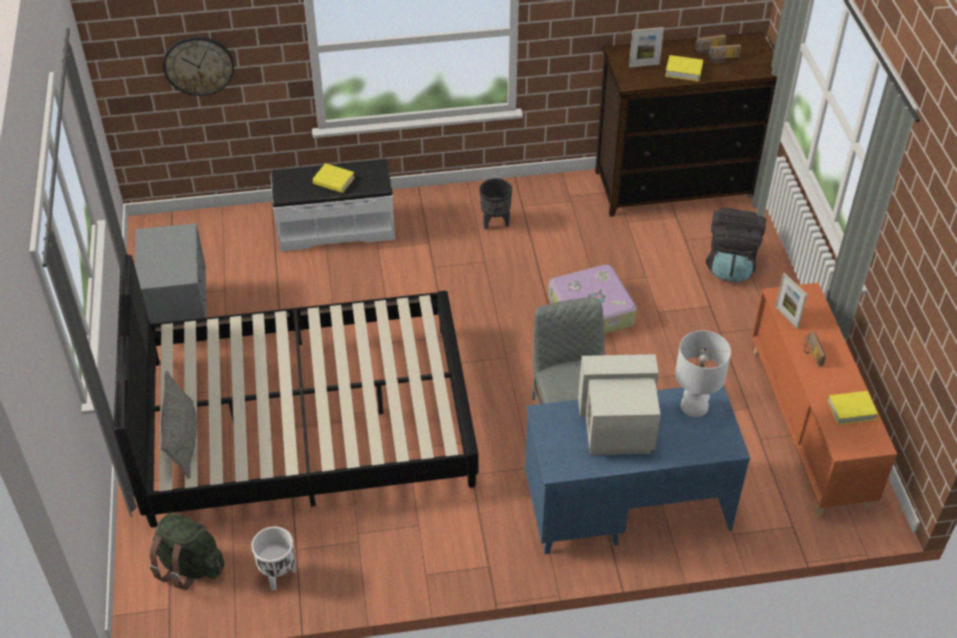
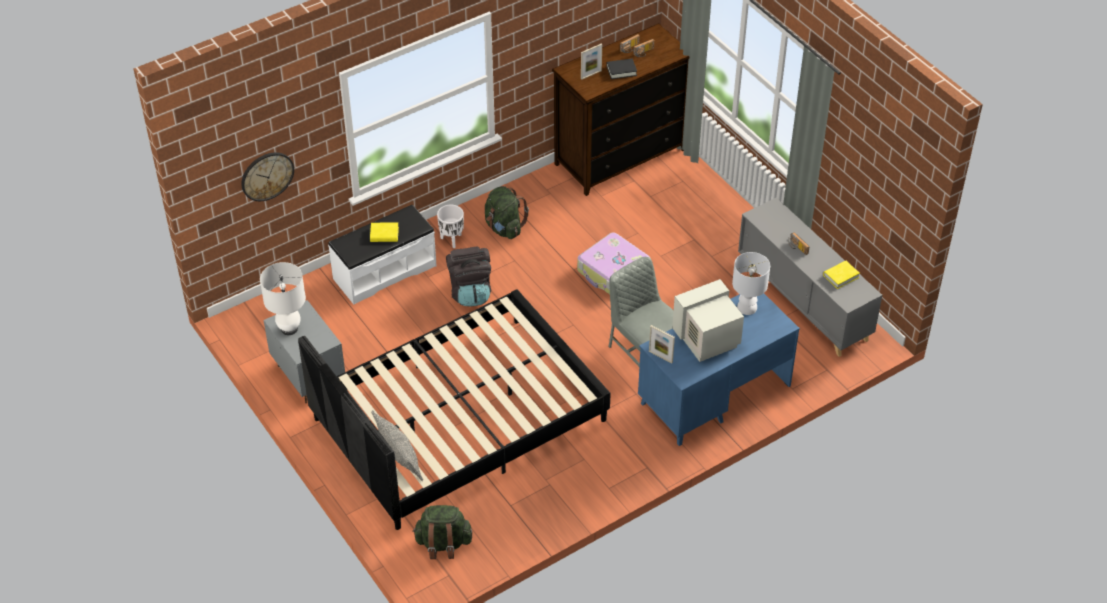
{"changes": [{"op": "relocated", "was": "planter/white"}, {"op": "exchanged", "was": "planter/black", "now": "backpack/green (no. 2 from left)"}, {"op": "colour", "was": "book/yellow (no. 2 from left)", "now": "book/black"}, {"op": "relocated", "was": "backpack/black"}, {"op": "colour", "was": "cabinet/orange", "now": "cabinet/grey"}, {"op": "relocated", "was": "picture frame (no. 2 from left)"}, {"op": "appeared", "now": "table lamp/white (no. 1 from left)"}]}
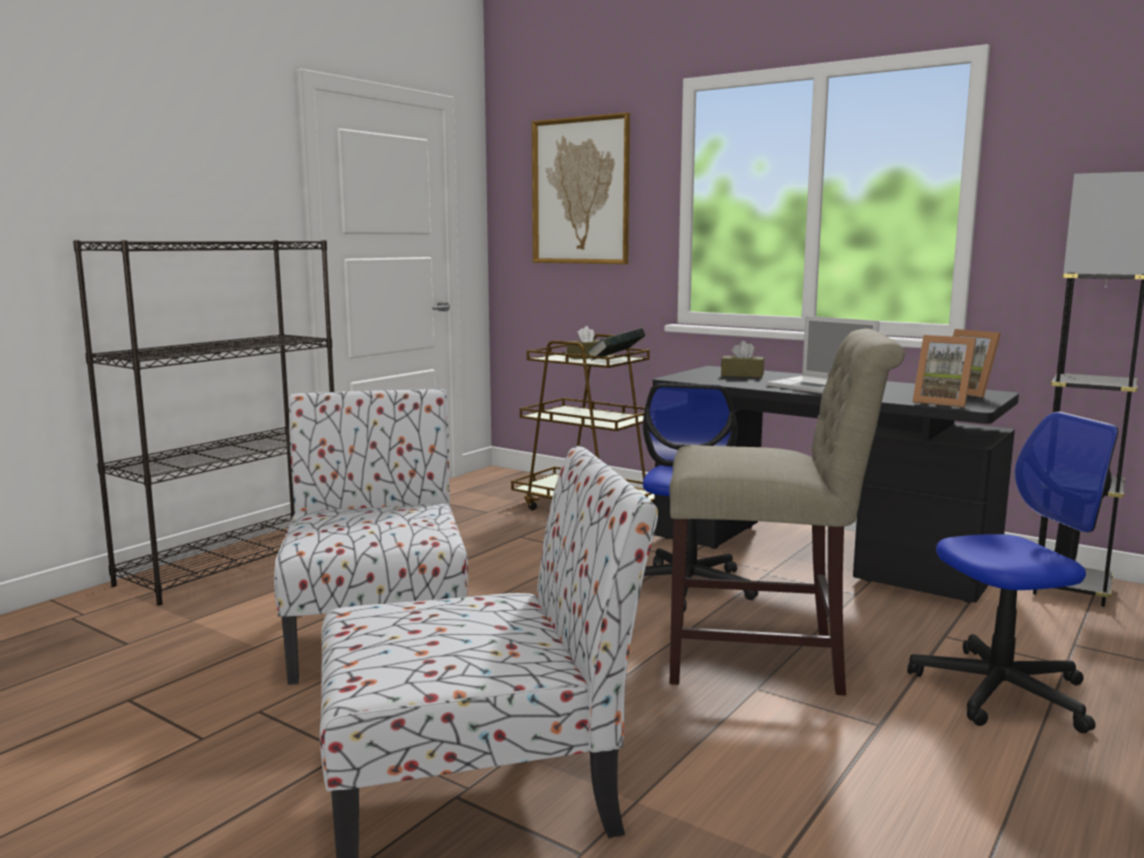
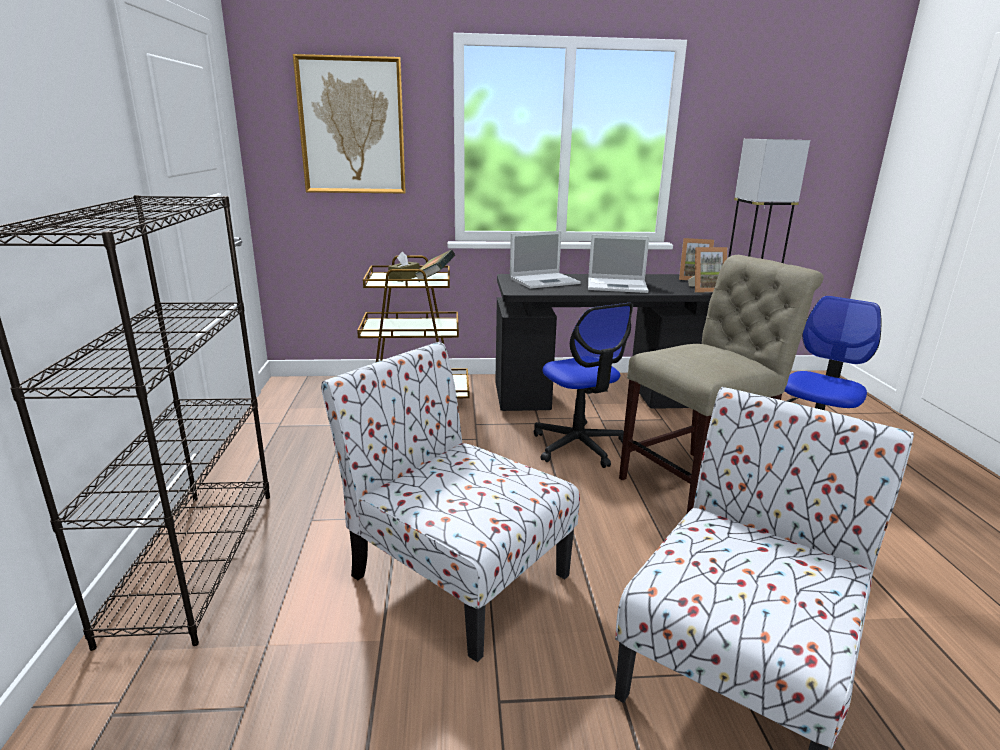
{"changes": [{"op": "exchanged", "was": "tissue box/brown (no. 2 from left)", "now": "laptop (no. 1 from left)"}]}
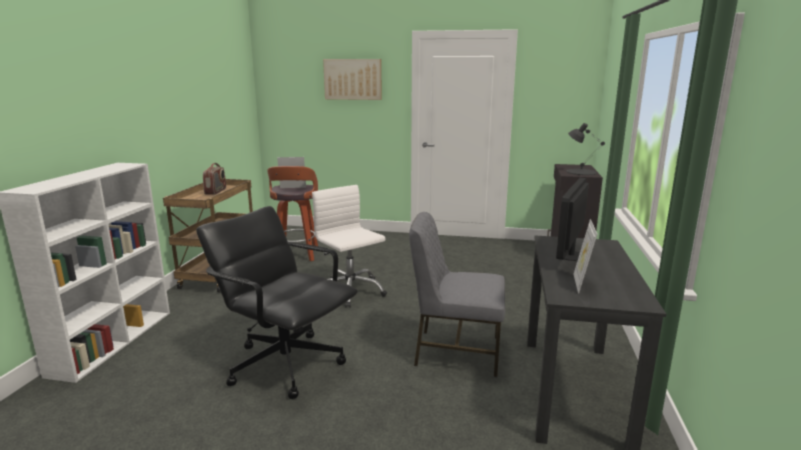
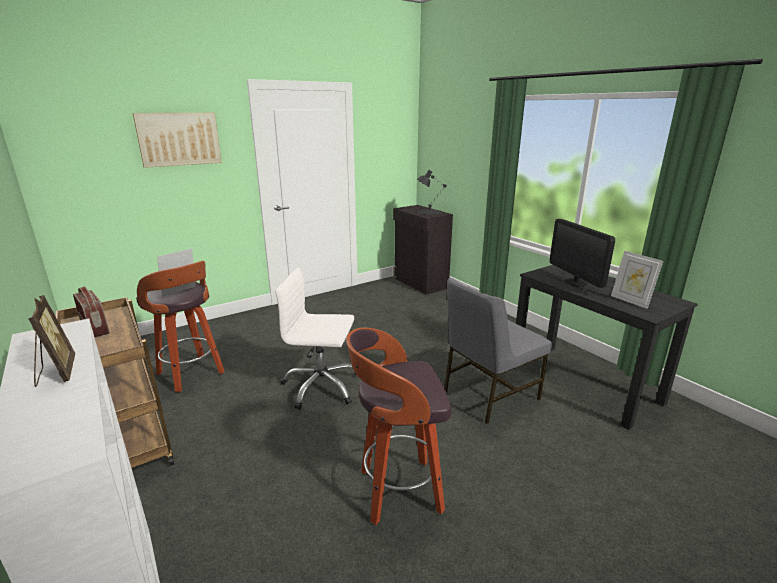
{"changes": [{"op": "exchanged", "was": "office chair/black", "now": "stool (no. 2 from left)"}, {"op": "appeared", "now": "picture frame (no. 1 from left)"}]}
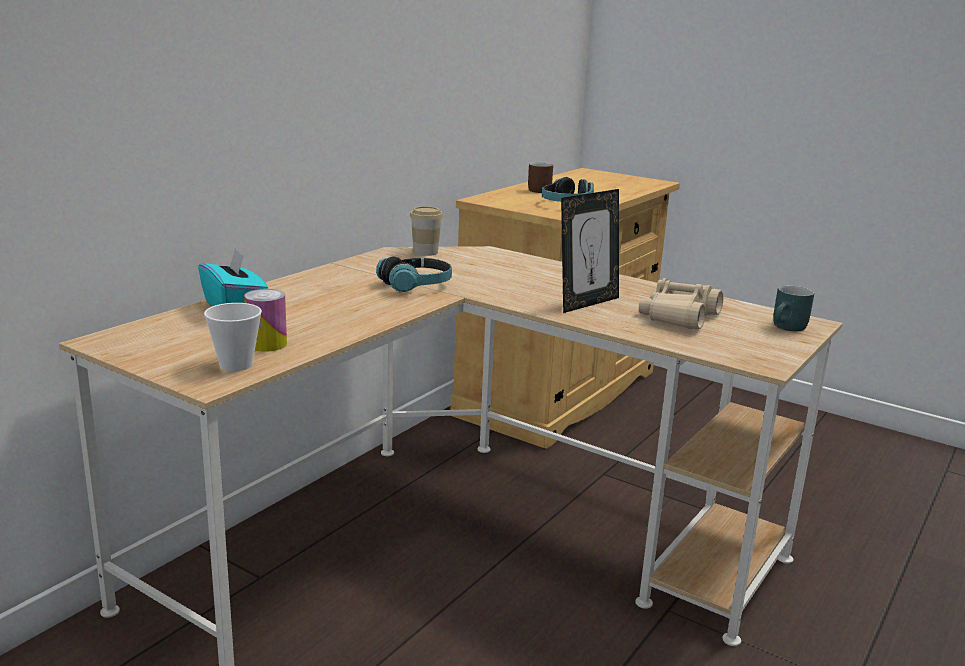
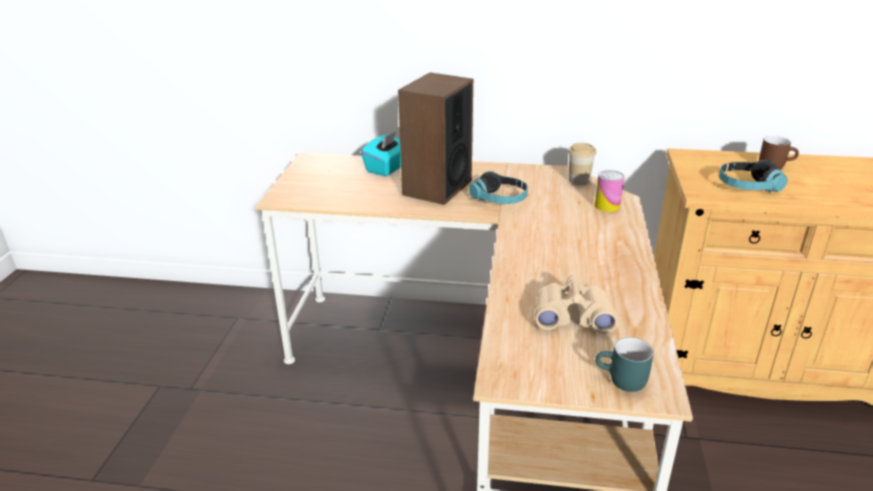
{"changes": [{"op": "missing", "was": "cup (no. 1 from left)"}, {"op": "relocated", "was": "can"}, {"op": "missing", "was": "picture frame"}, {"op": "appeared", "now": "speaker"}]}
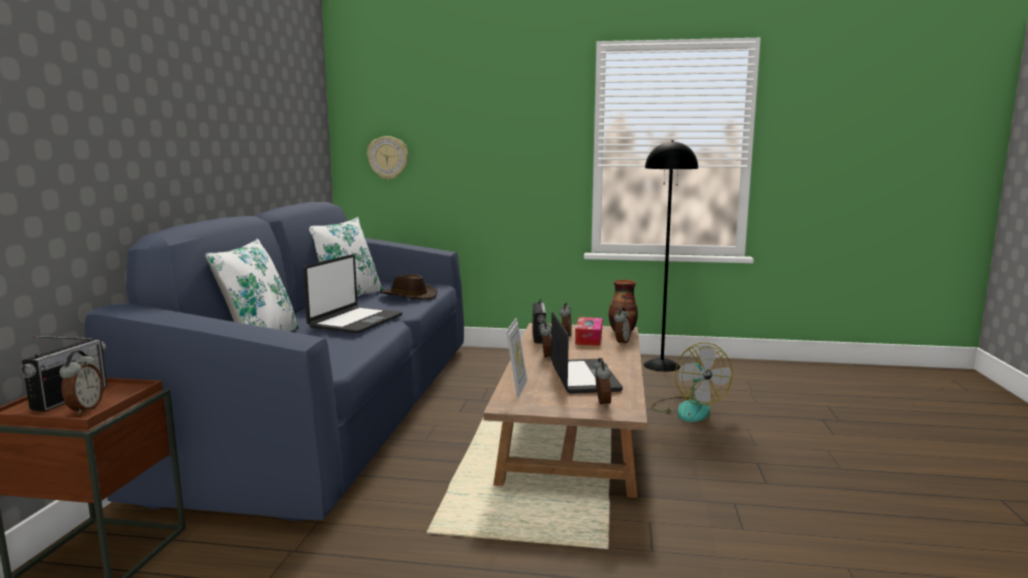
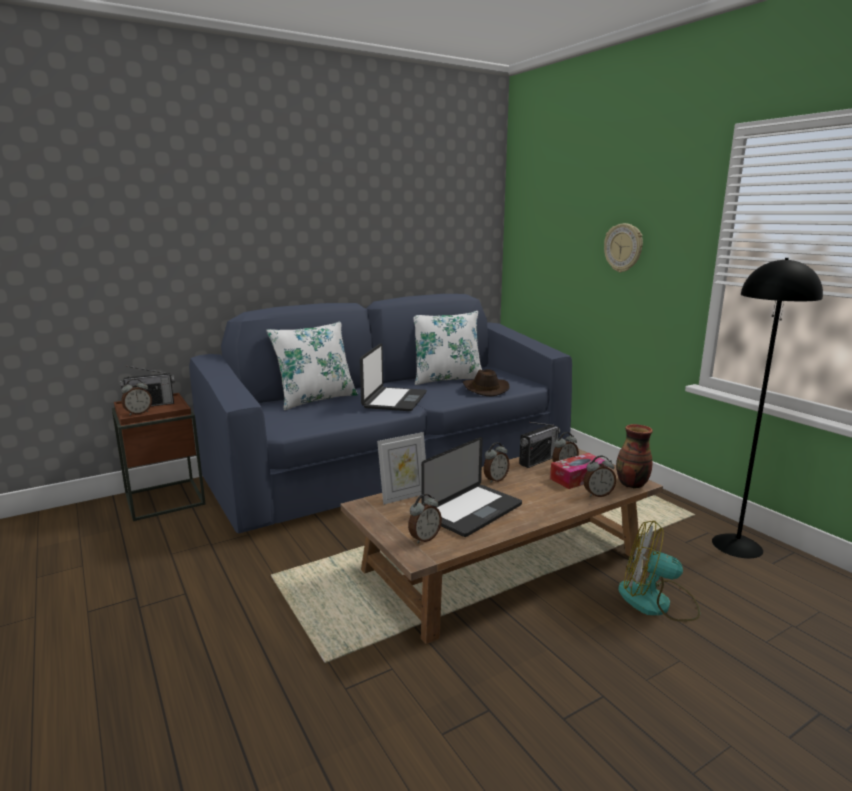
{"changes": [{"op": "spun", "was": "laptop (no. 1 from left)", "clockwise": -60}, {"op": "relocated", "was": "wall clock"}, {"op": "spun", "was": "fan", "clockwise": 75}]}
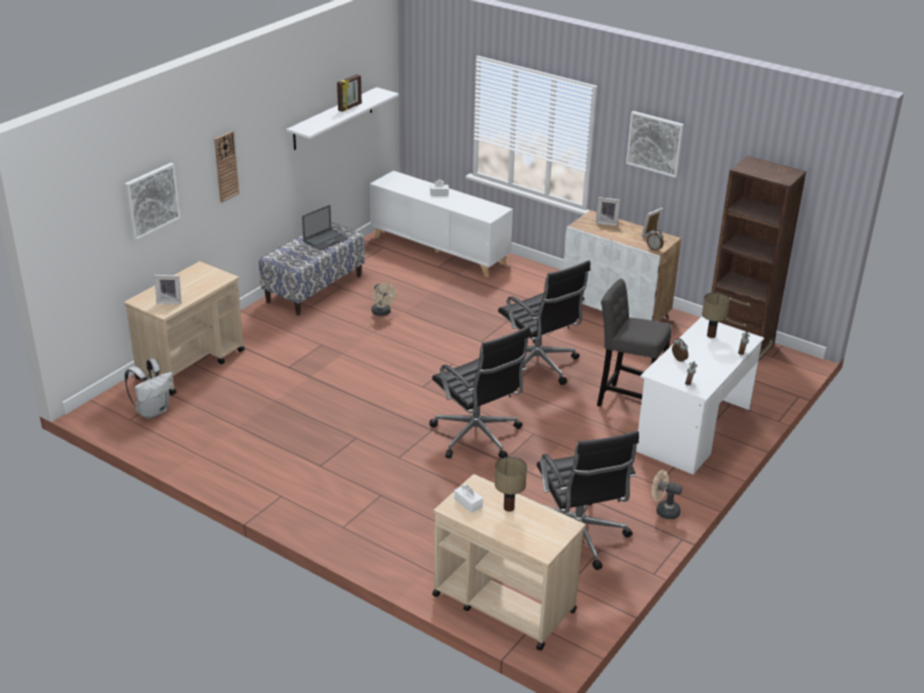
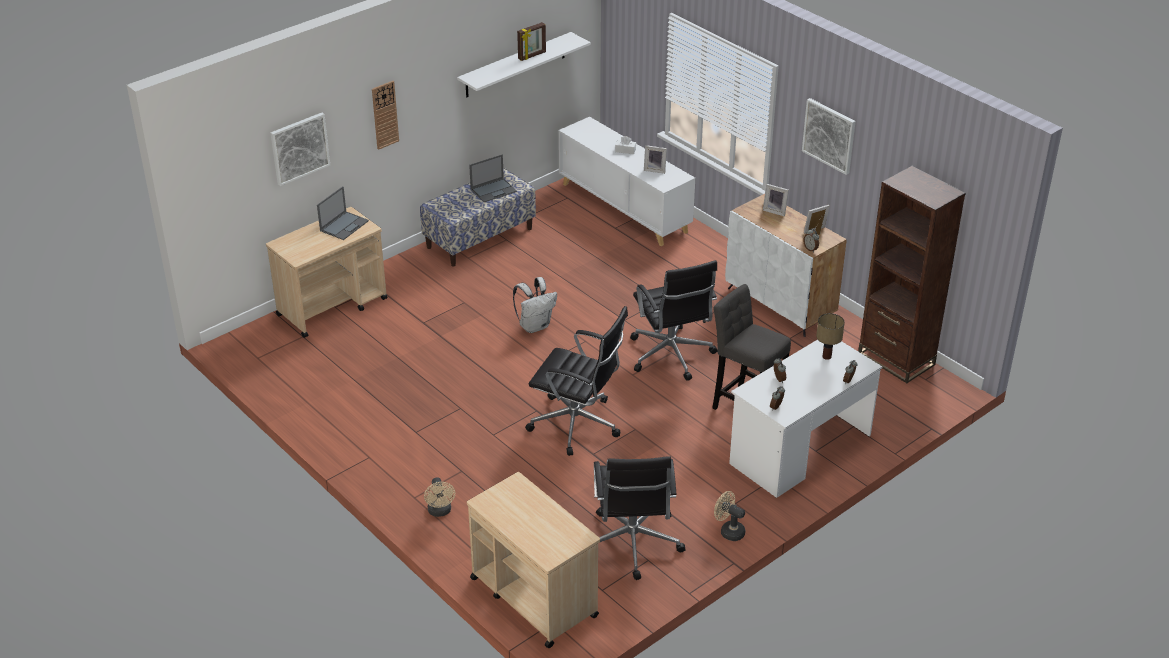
{"changes": [{"op": "relocated", "was": "backpack/white"}, {"op": "relocated", "was": "picture frame (no. 1 from left in the first image)", "now": "picture frame (no. 2 from left)"}, {"op": "relocated", "was": "fan/beige (no. 1 from left)"}, {"op": "spun", "was": "office chair/black (no. 1 from left)", "clockwise": -45}, {"op": "missing", "was": "tissue box/white (no. 2 from left)"}, {"op": "missing", "was": "table lamp (no. 1 from left)"}, {"op": "appeared", "now": "laptop (no. 1 from left)"}]}
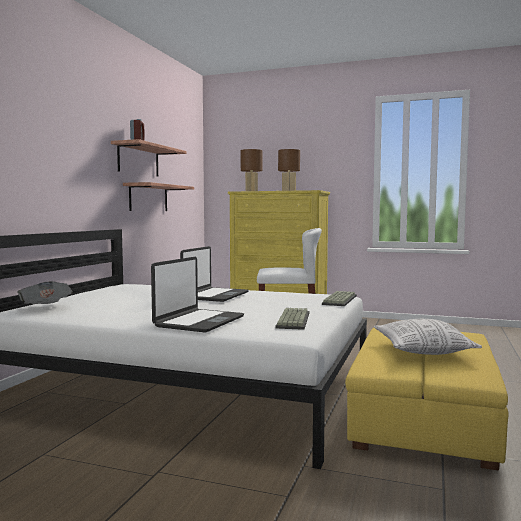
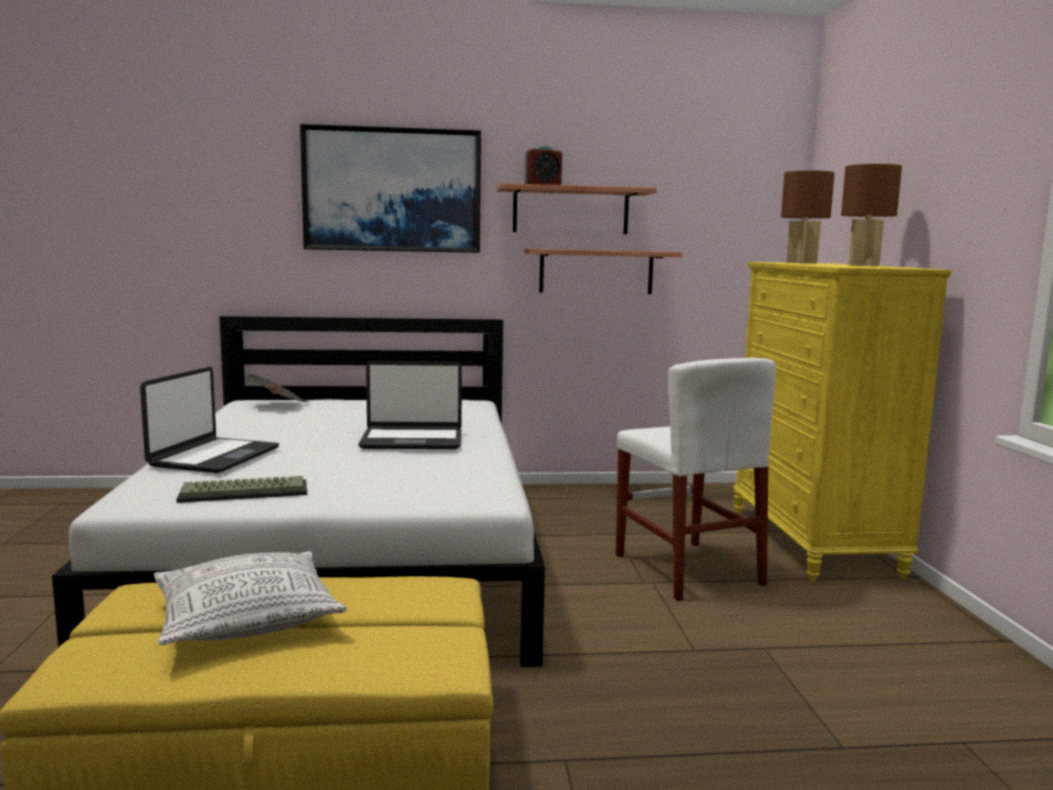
{"changes": [{"op": "spun", "was": "laptop (no. 1 from left)", "clockwise": -75}, {"op": "missing", "was": "keyboard (no. 2 from left)"}, {"op": "appeared", "now": "picture"}]}
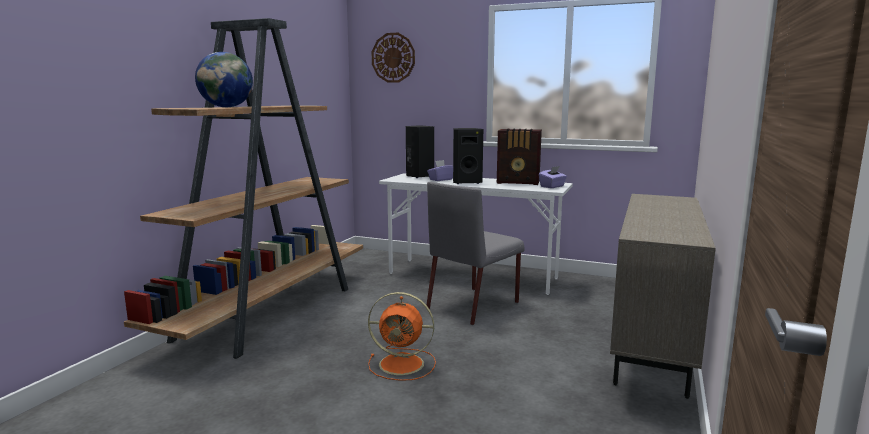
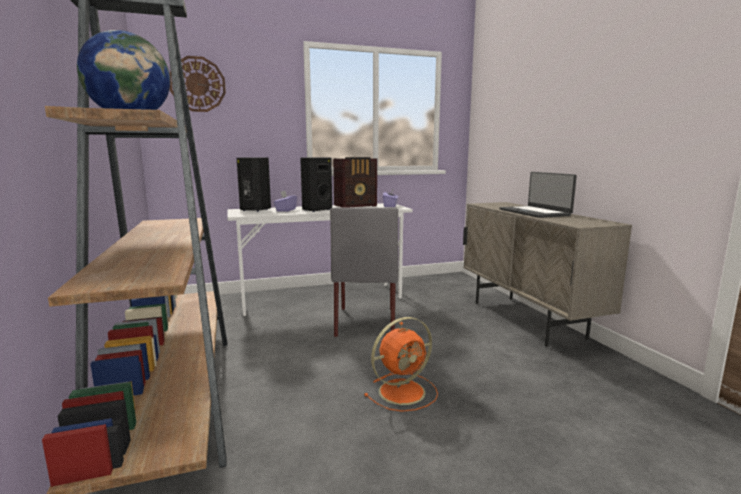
{"changes": [{"op": "appeared", "now": "laptop"}]}
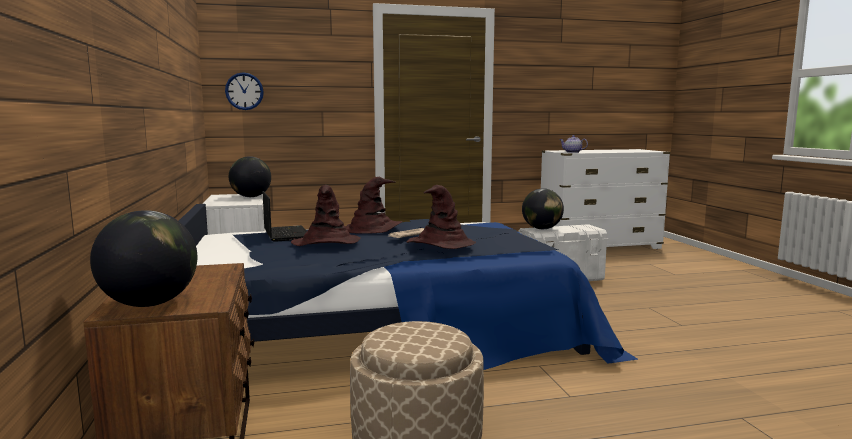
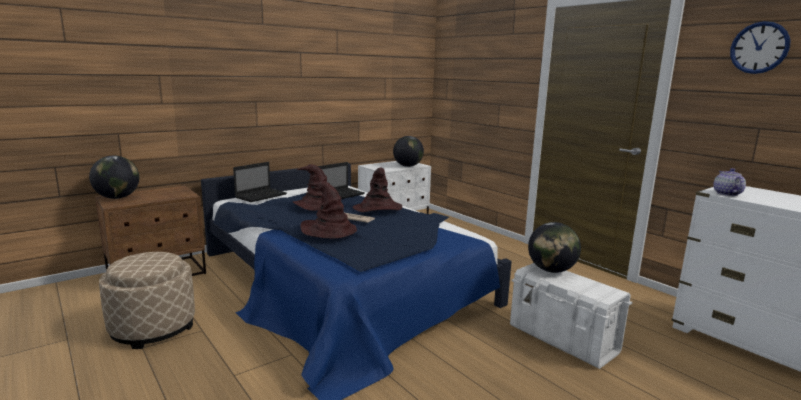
{"changes": [{"op": "relocated", "was": "wall clock"}, {"op": "appeared", "now": "laptop (no. 1 from left)"}]}
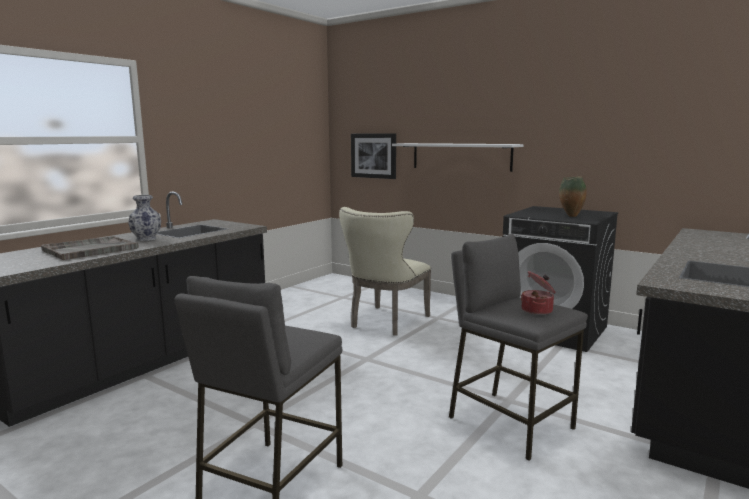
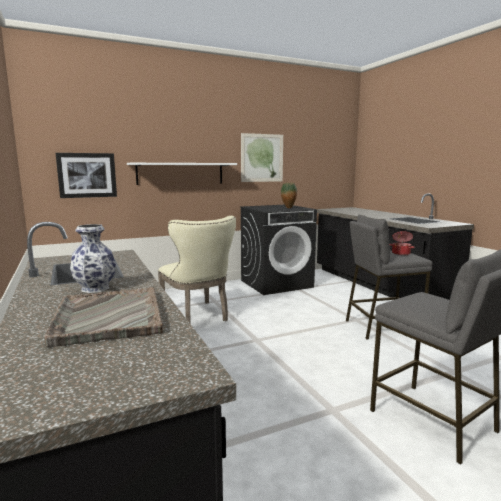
{"changes": [{"op": "appeared", "now": "picture (no. 2 from left)"}]}
